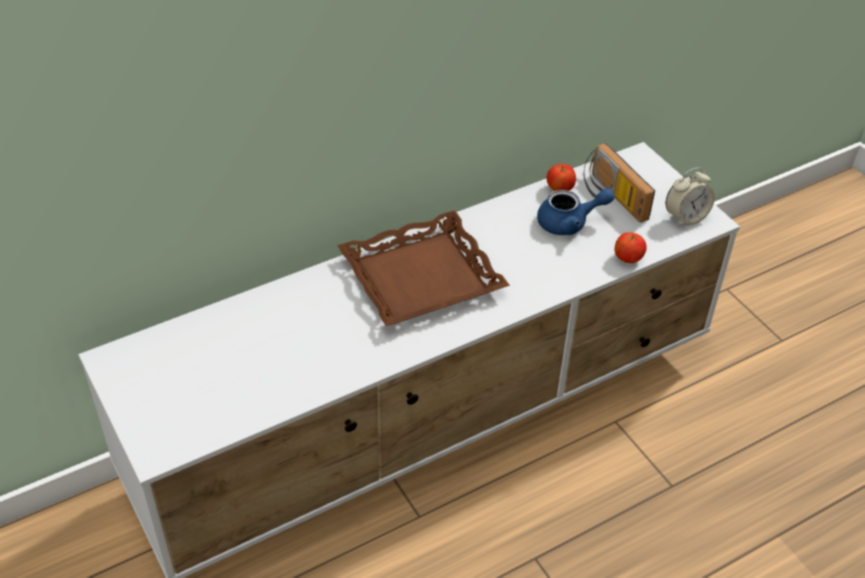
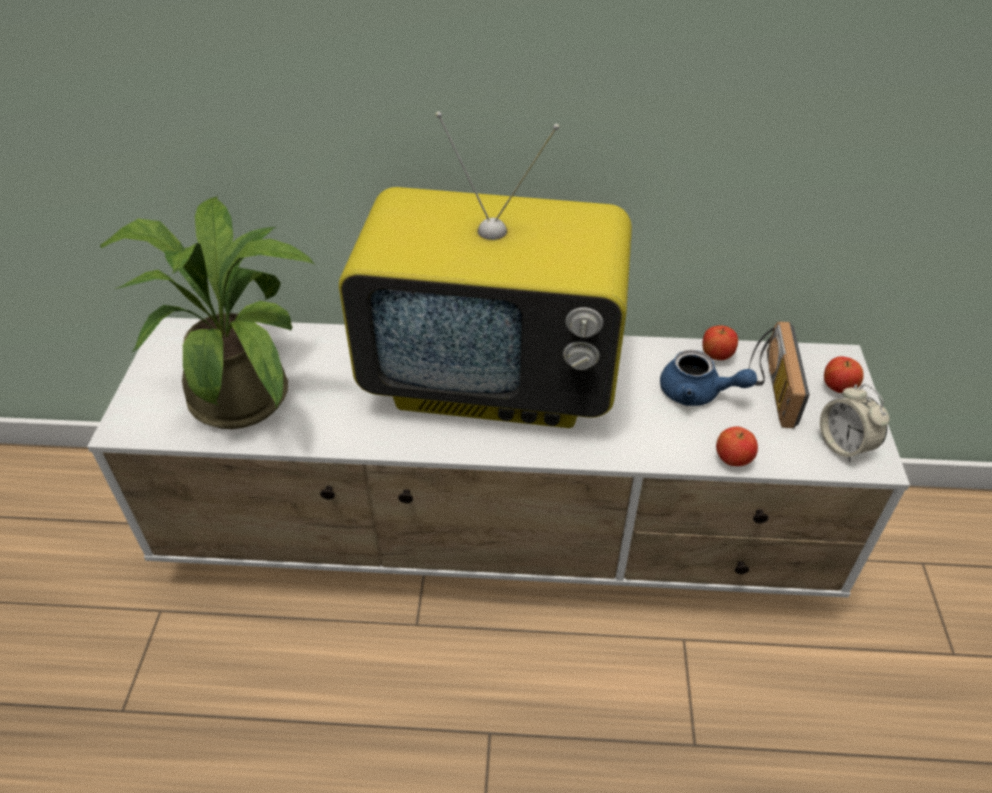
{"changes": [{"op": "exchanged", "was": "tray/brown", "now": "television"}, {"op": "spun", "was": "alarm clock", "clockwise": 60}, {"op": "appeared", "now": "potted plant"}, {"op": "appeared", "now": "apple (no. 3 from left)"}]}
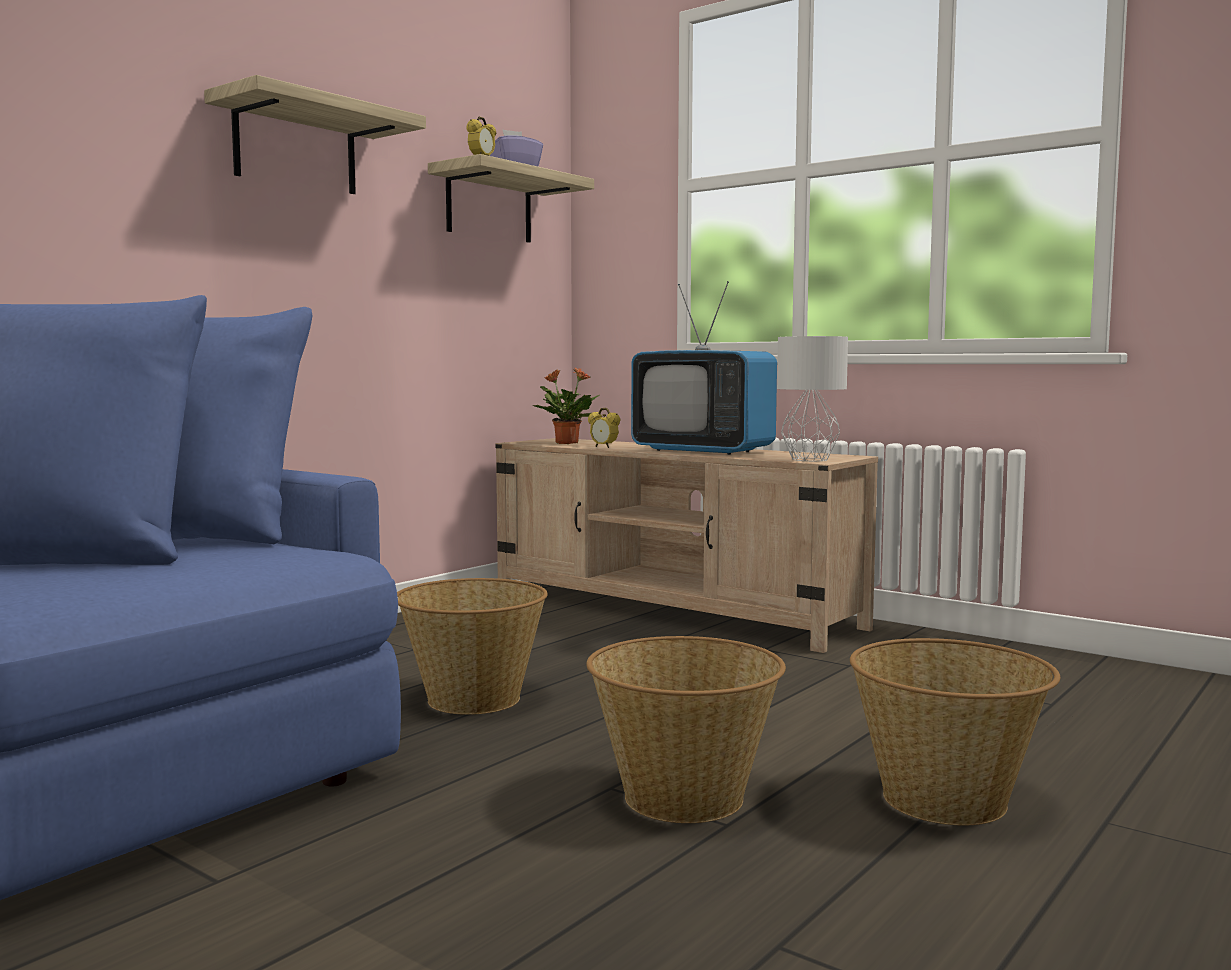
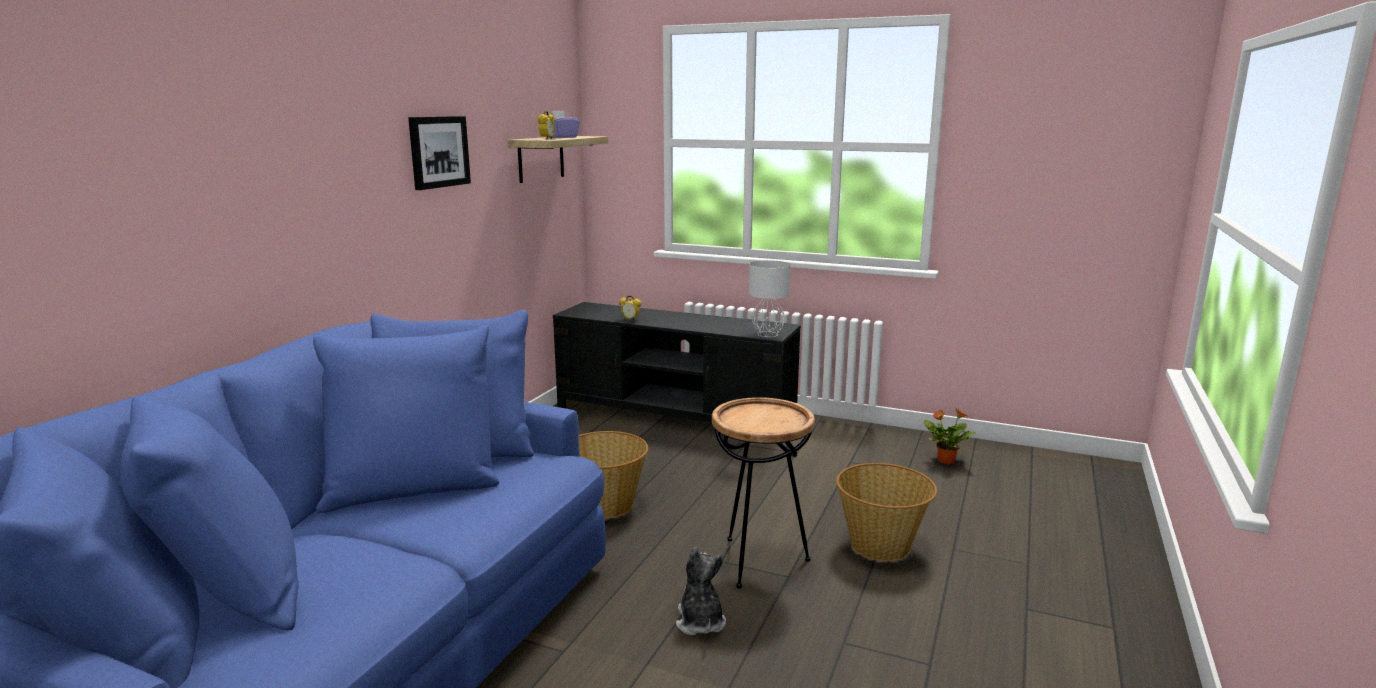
{"changes": [{"op": "exchanged", "was": "shelf (no. 1 from left)", "now": "picture"}, {"op": "colour", "was": "tv stand/beige", "now": "tv stand/black"}, {"op": "relocated", "was": "potted plant"}, {"op": "exchanged", "was": "basket (no. 2 from left)", "now": "side table/brown"}, {"op": "missing", "was": "television"}, {"op": "appeared", "now": "plush toy"}]}
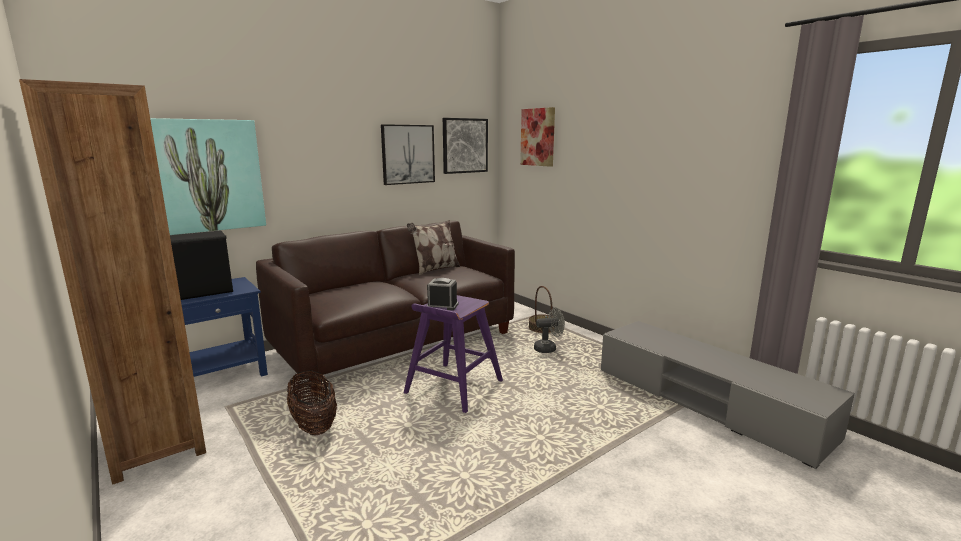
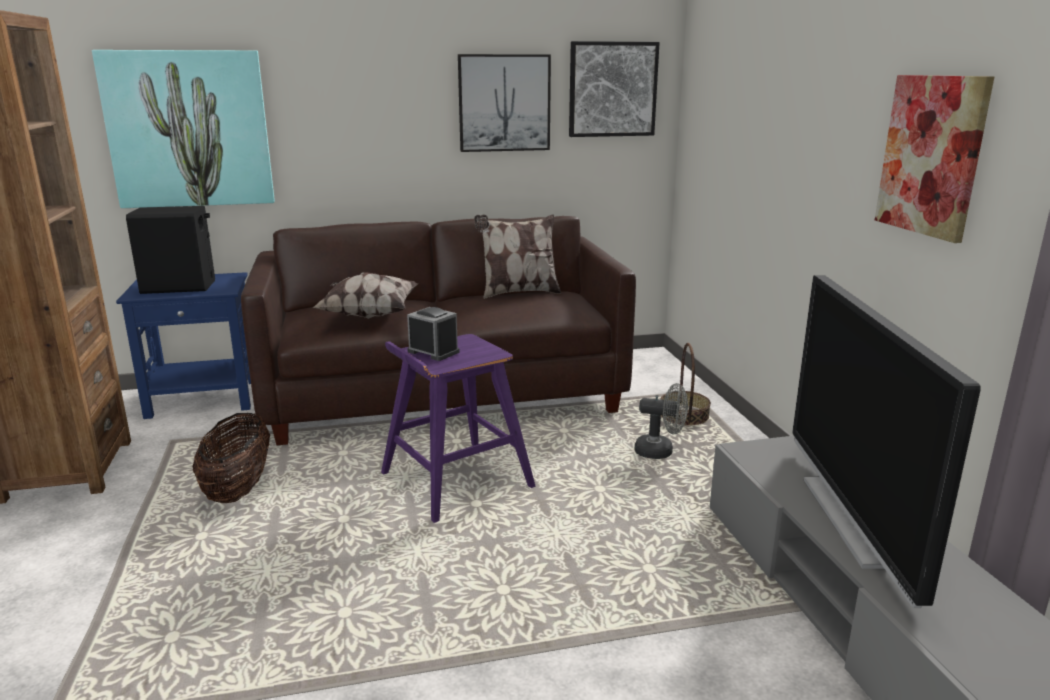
{"changes": [{"op": "relocated", "was": "picture (no. 4 from left)"}, {"op": "appeared", "now": "pillow (no. 1 from left)"}, {"op": "appeared", "now": "television"}]}
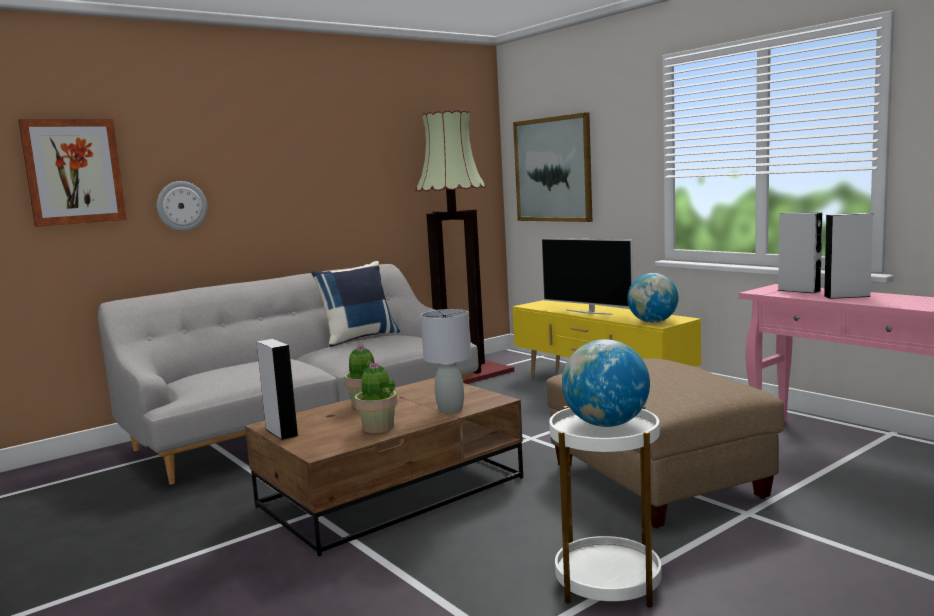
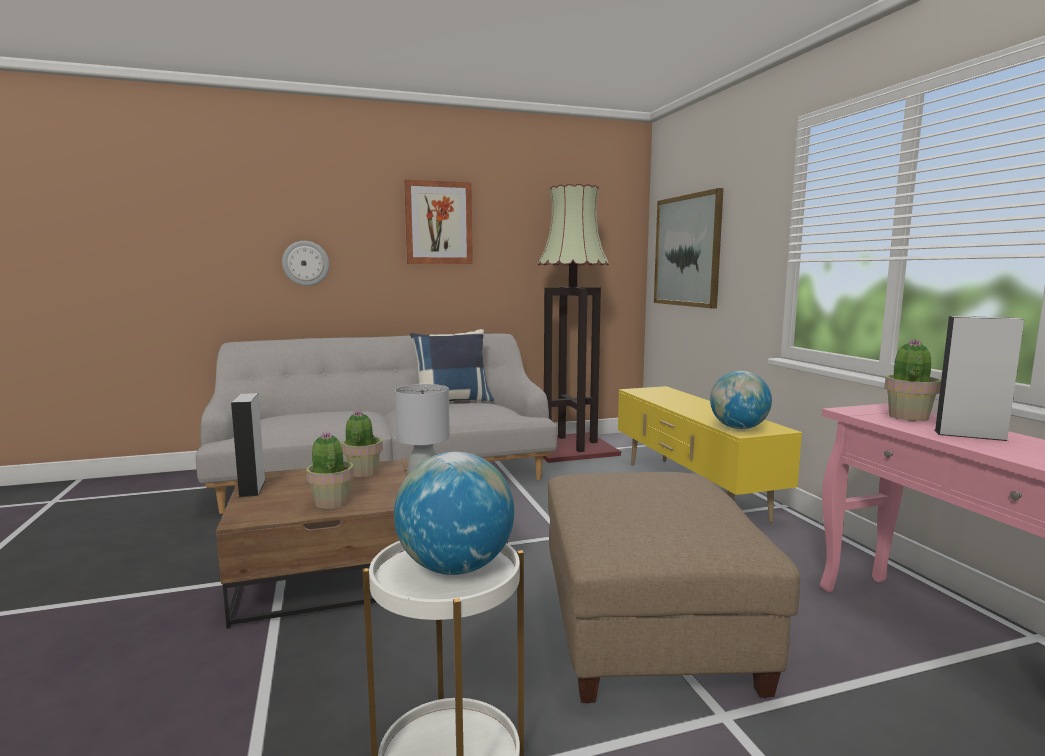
{"changes": [{"op": "relocated", "was": "picture (no. 1 from left)"}, {"op": "missing", "was": "television"}, {"op": "exchanged", "was": "speaker/grey (no. 2 from left)", "now": "potted plant (no. 3 from left)"}]}
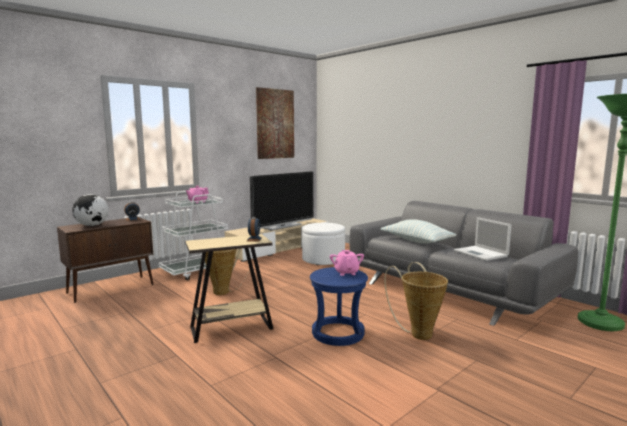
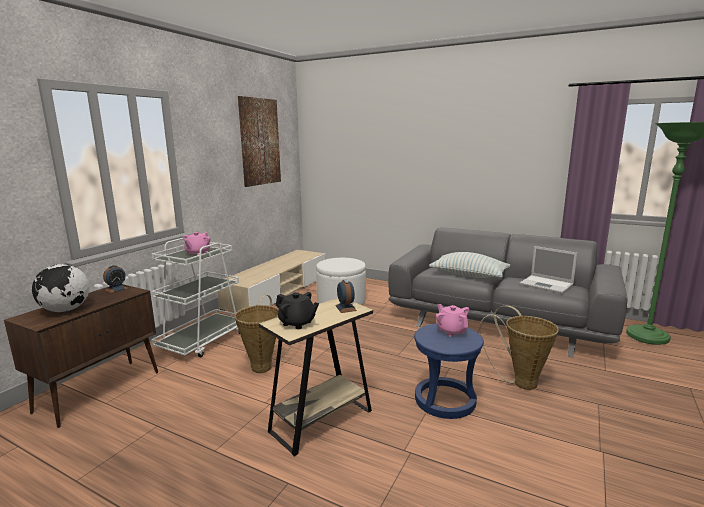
{"changes": [{"op": "missing", "was": "television"}, {"op": "appeared", "now": "teapot/black"}]}
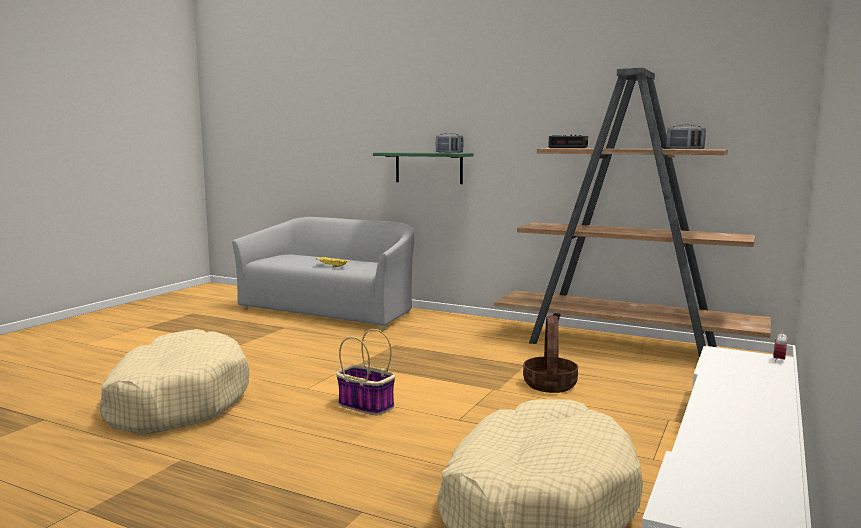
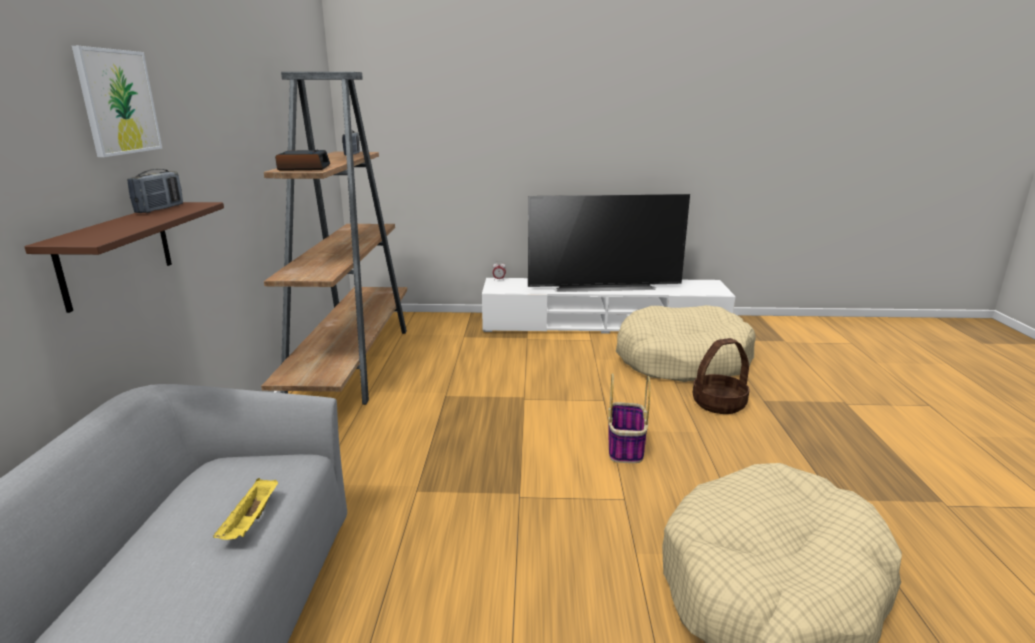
{"changes": [{"op": "colour", "was": "shelf/green", "now": "shelf/brown"}, {"op": "relocated", "was": "basket (no. 2 from left)"}, {"op": "appeared", "now": "picture"}, {"op": "appeared", "now": "television"}]}
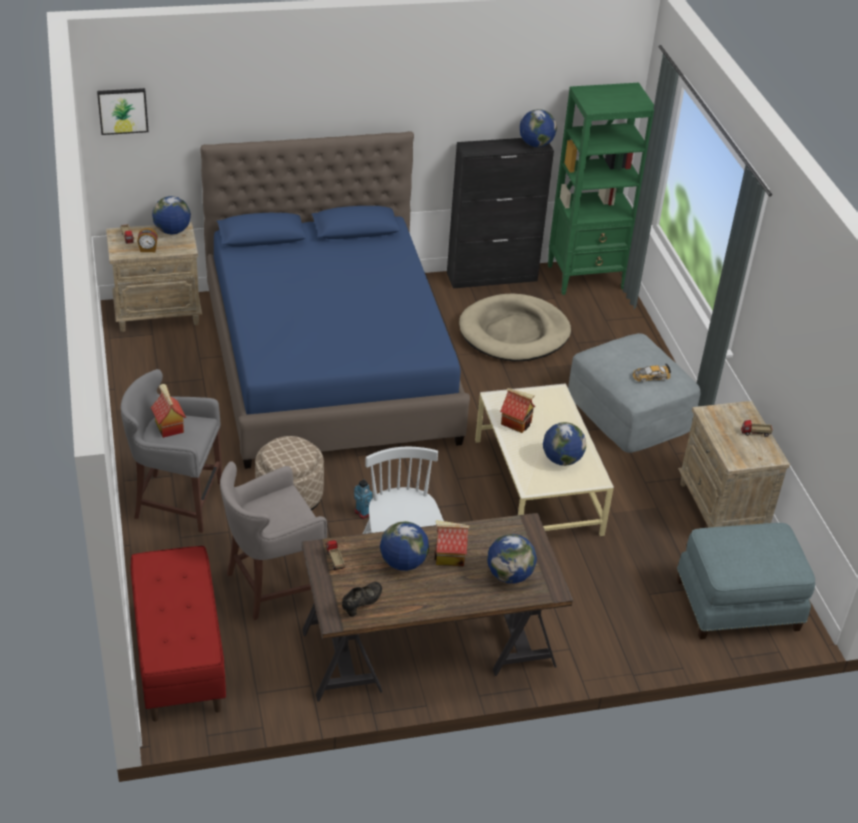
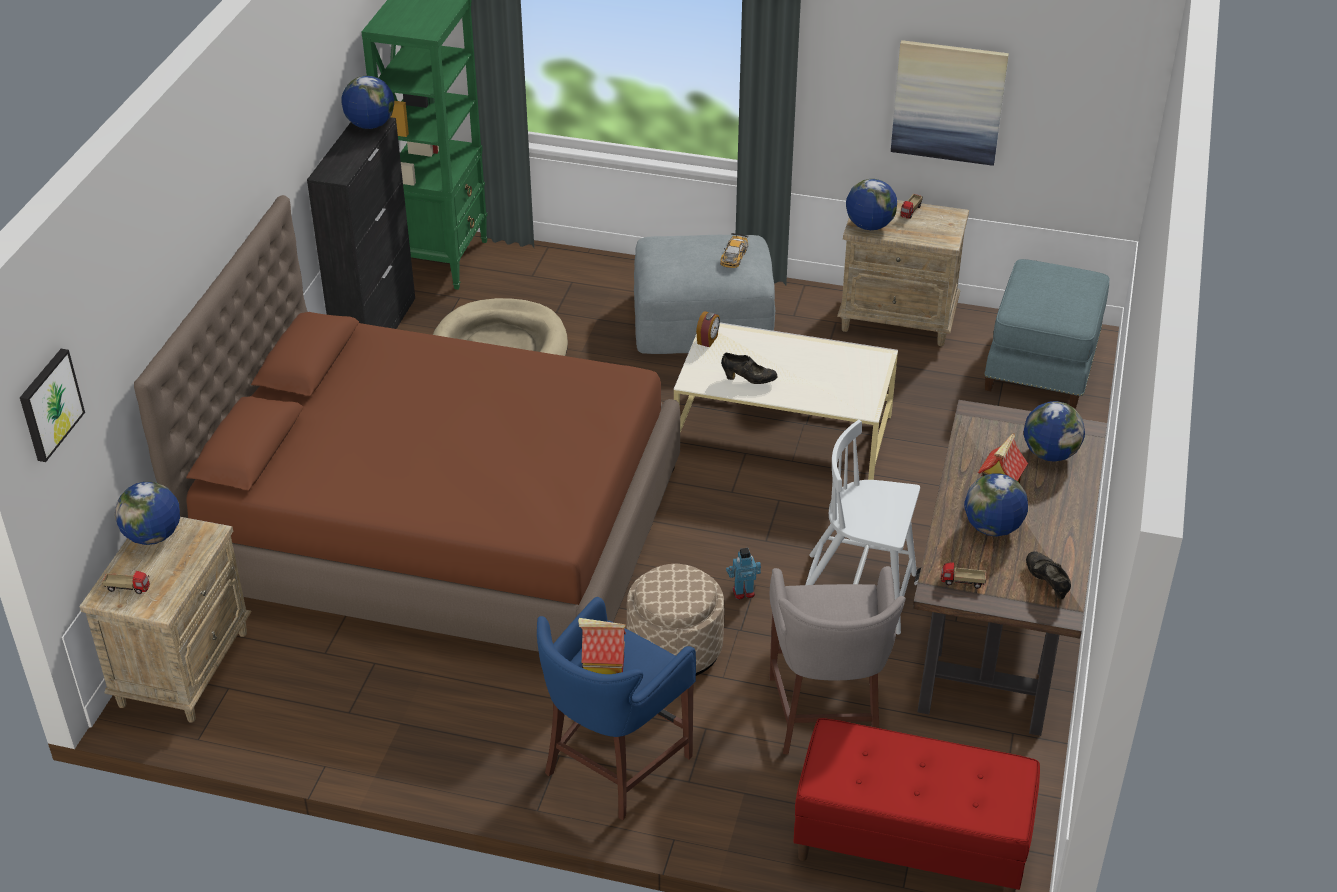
{"changes": [{"op": "colour", "was": "stool/grey (no. 1 from left)", "now": "stool/blue"}, {"op": "relocated", "was": "alarm clock"}, {"op": "colour", "was": "bed/blue", "now": "bed/brown"}, {"op": "exchanged", "was": "toy house (no. 3 from left)", "now": "shoe/black (no. 1 from left)"}, {"op": "relocated", "was": "globe (no. 5 from left in the first image)", "now": "globe (no. 3 from left)"}, {"op": "appeared", "now": "picture (no. 2 from left)"}]}
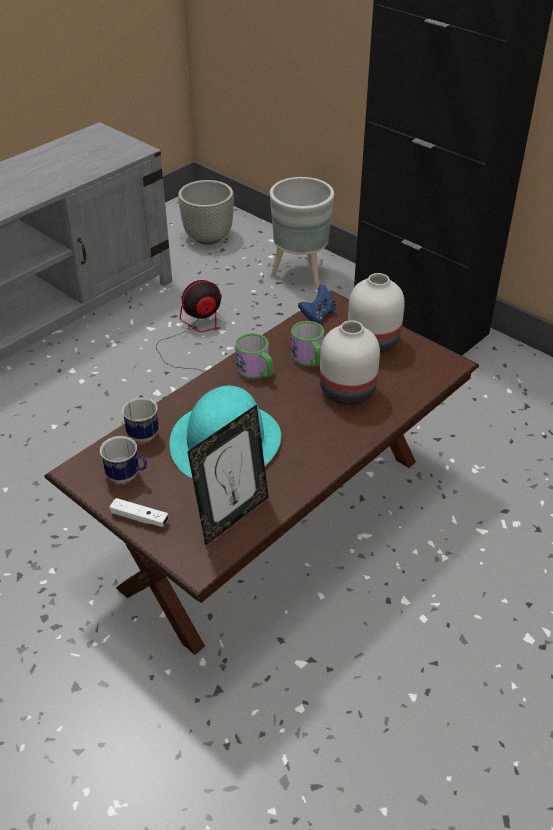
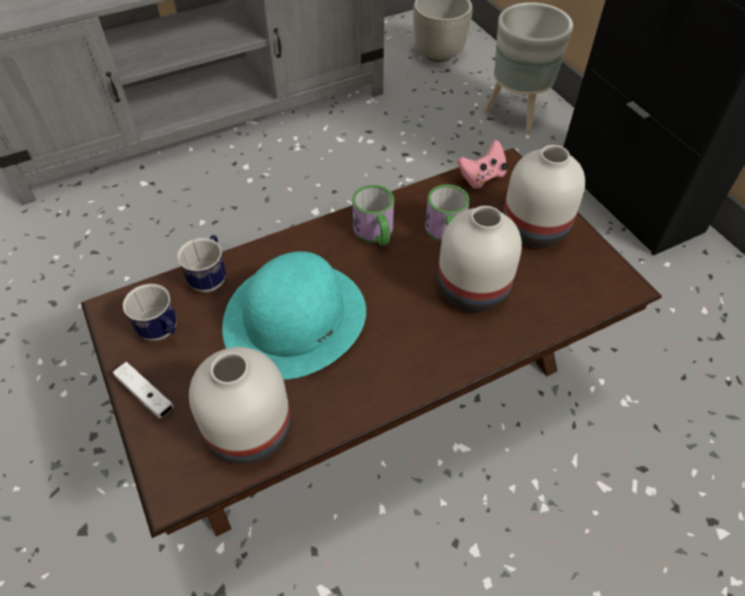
{"changes": [{"op": "missing", "was": "fan"}, {"op": "exchanged", "was": "picture frame", "now": "vase/white (no. 1 from left)"}, {"op": "colour", "was": "game controller/blue", "now": "game controller/pink"}]}
